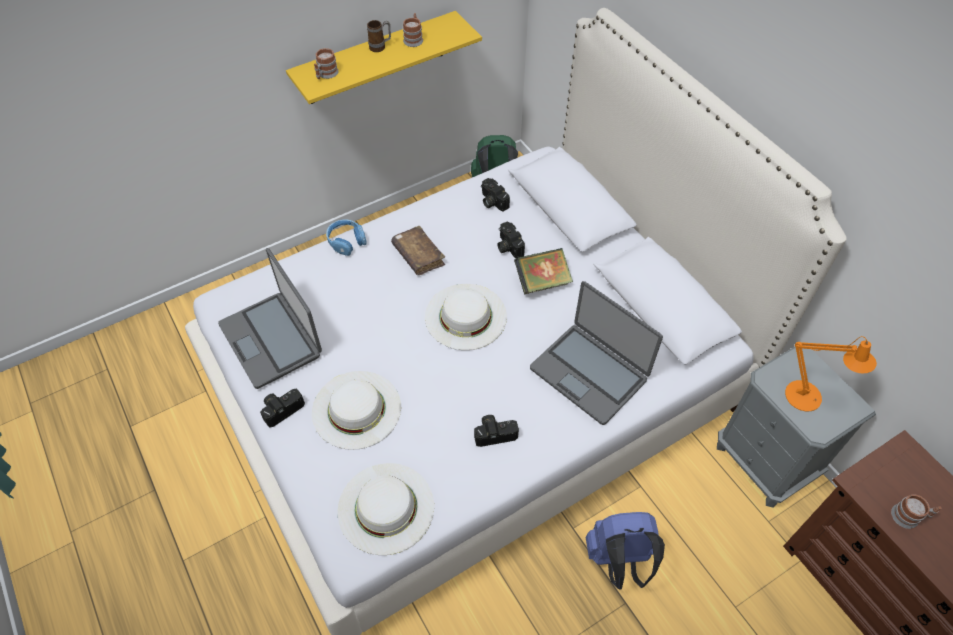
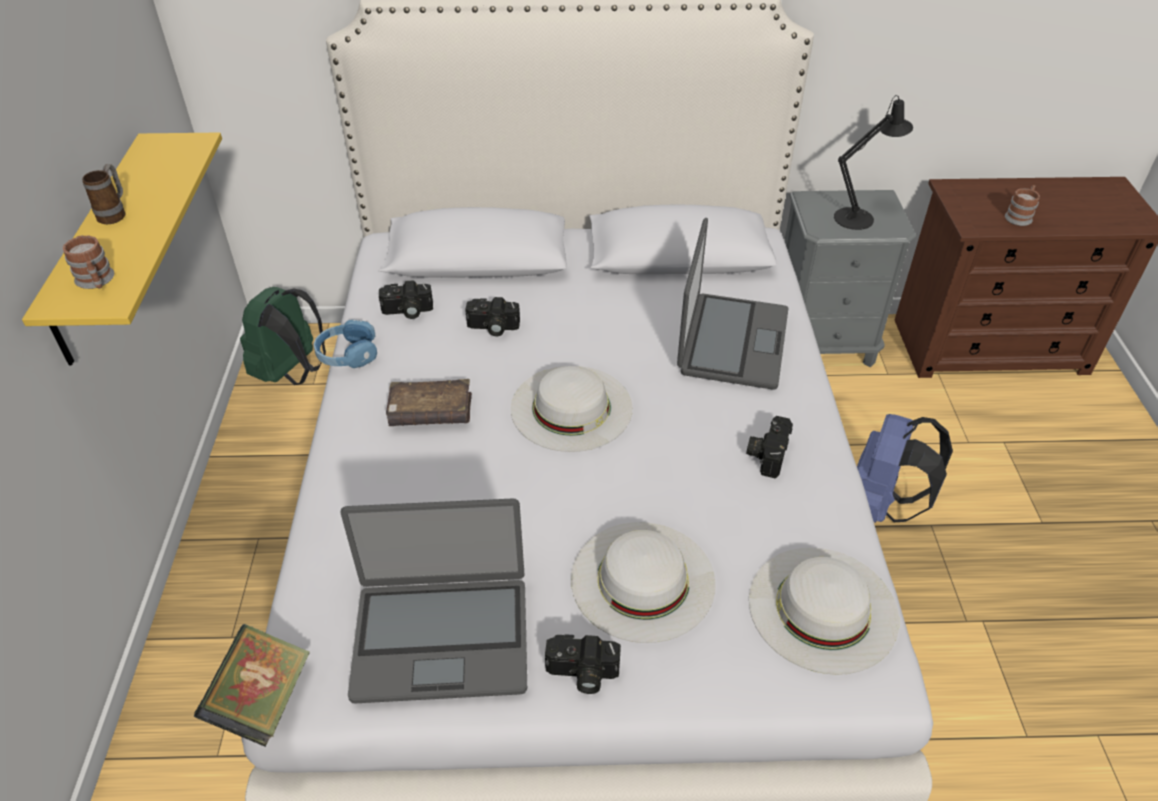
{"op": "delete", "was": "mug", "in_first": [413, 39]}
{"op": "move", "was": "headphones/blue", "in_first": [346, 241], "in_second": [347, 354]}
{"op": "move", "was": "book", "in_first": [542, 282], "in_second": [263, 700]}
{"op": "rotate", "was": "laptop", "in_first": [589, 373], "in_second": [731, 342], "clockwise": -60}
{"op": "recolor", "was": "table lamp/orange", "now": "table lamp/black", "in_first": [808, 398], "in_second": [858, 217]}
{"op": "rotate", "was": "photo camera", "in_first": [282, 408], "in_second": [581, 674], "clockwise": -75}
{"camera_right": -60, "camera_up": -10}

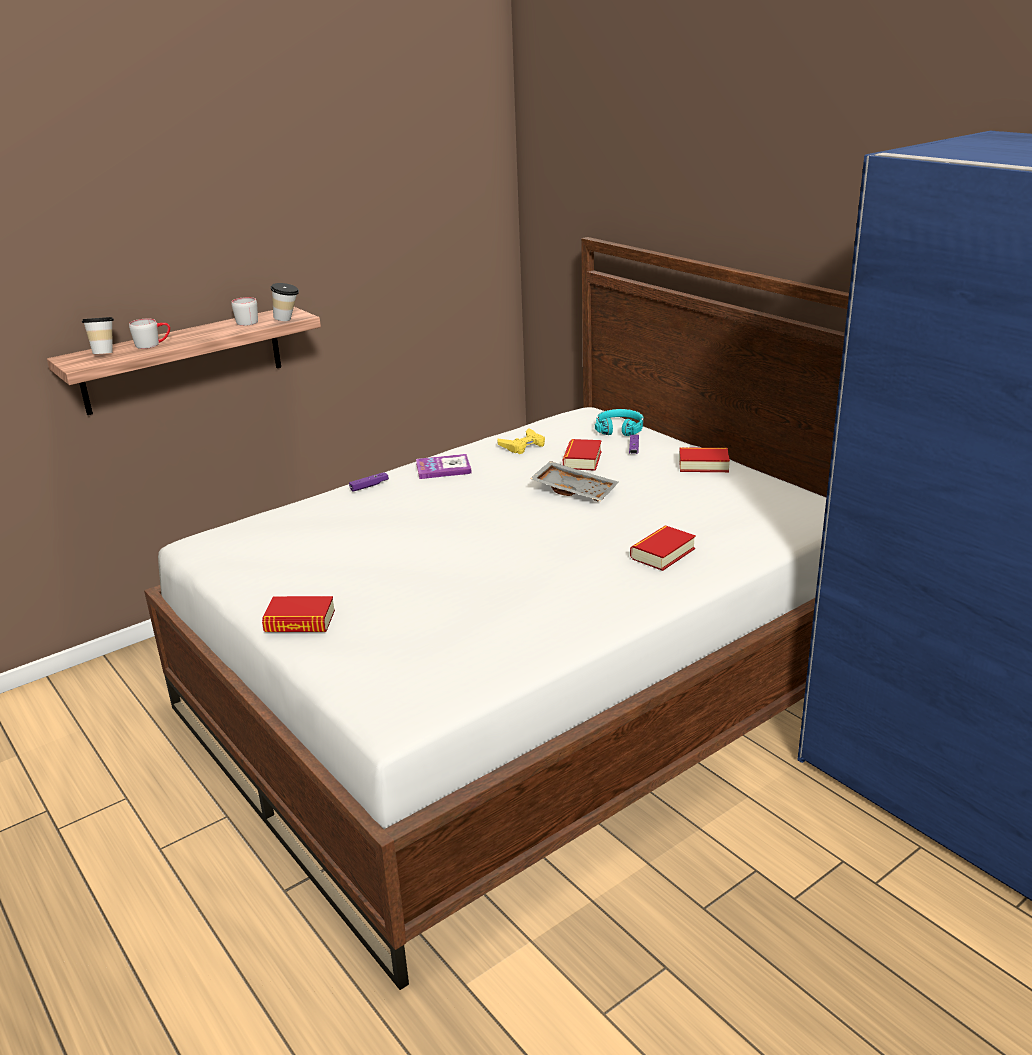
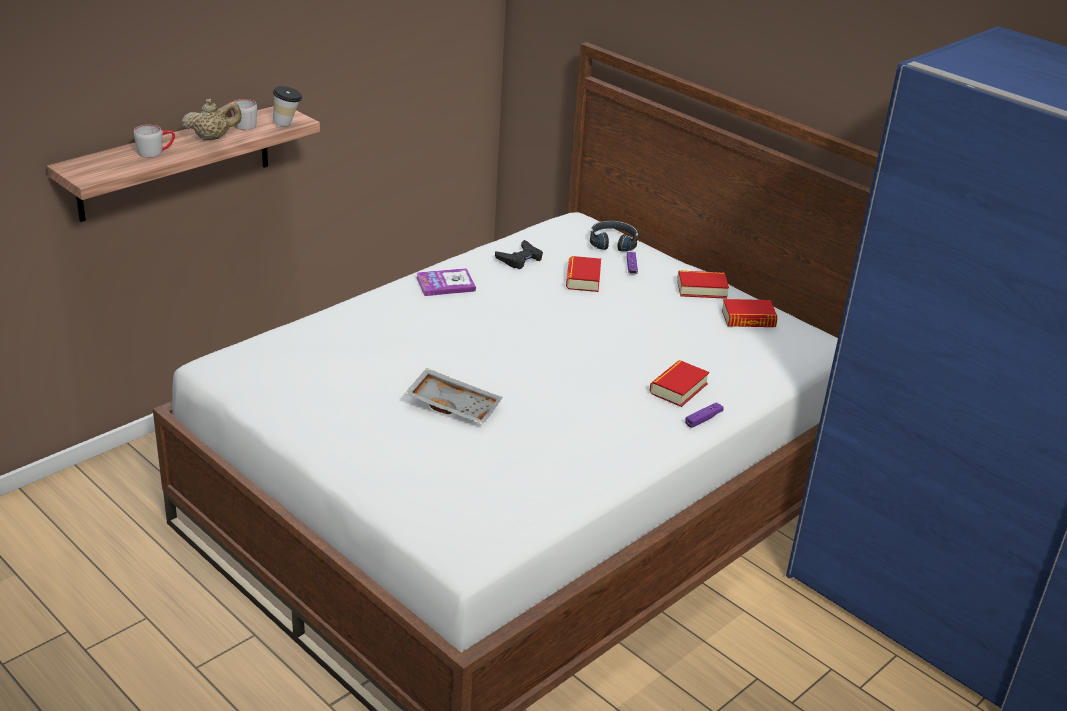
{"op": "delete", "was": "cup", "in_first": [104, 353]}
{"op": "recolor", "was": "headphones/turquoise", "now": "headphones/black", "in_first": [619, 429], "in_second": [613, 242]}
{"op": "recolor", "was": "game controller/yellow", "now": "game controller/black", "in_first": [523, 446], "in_second": [520, 259]}
{"op": "move", "was": "tray/grey", "in_first": [575, 490], "in_second": [454, 405]}
{"op": "move", "was": "game controller/purple", "in_first": [369, 486], "in_second": [703, 419]}
{"op": "move", "was": "book", "in_first": [300, 621], "in_second": [748, 319]}
{"op": "insert", "now": "teapot/beige", "in_second": [213, 138]}
{"camera_right": -10, "camera_up": 5}

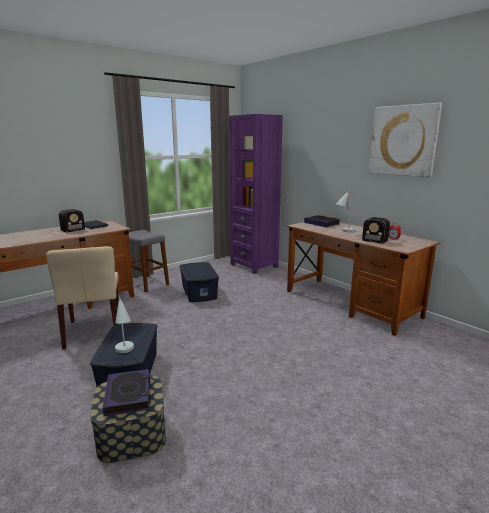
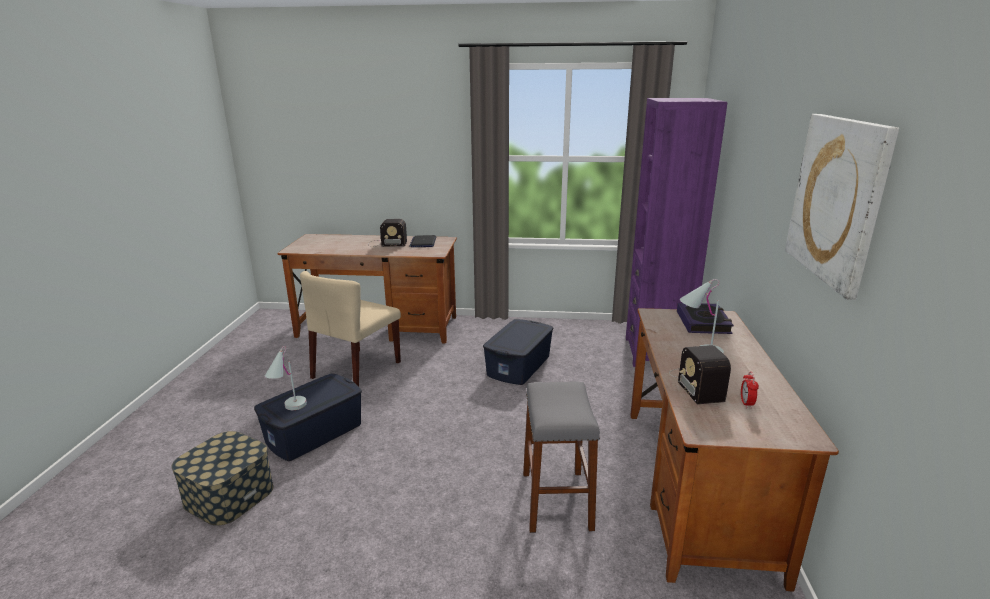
{"op": "move", "was": "stool/grey", "in_first": [147, 283], "in_second": [556, 500]}
{"op": "delete", "was": "book", "in_first": [128, 395]}
{"camera_right": 45, "camera_up": 5}

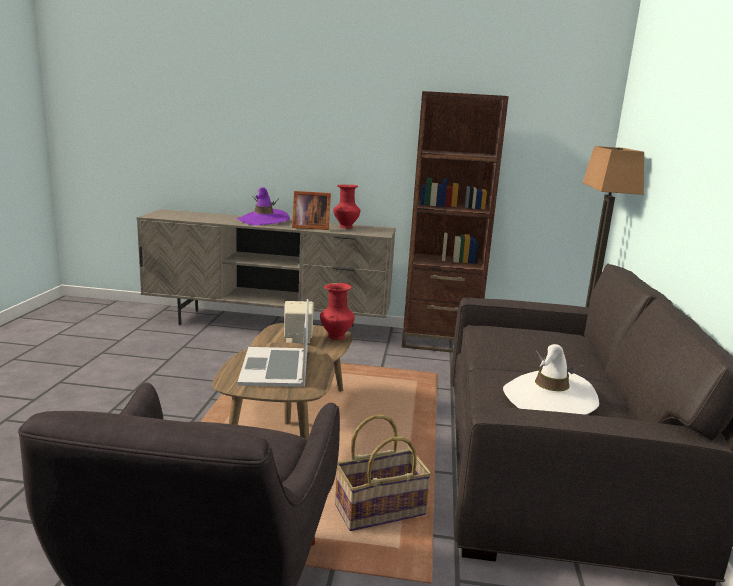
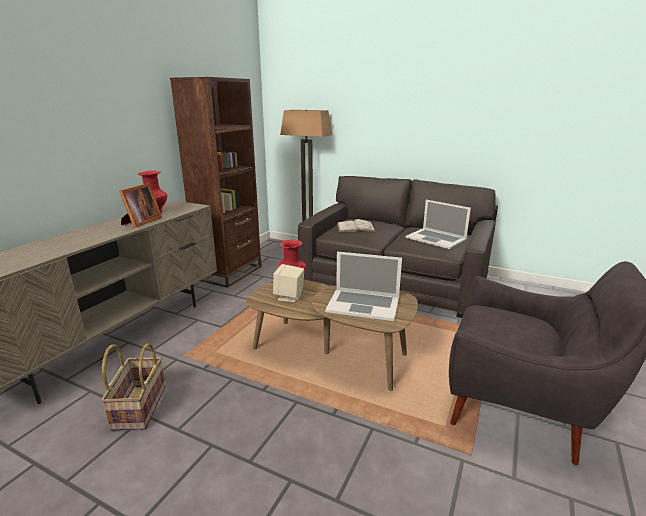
{"op": "delete", "was": "hat/purple", "in_first": [263, 221]}
{"op": "replace", "was": "hat/white", "now": "laptop", "in_first": [549, 398], "in_second": [436, 238]}
{"op": "move", "was": "basket", "in_first": [380, 509], "in_second": [139, 407]}
{"op": "insert", "now": "book/white", "in_second": [355, 227]}
{"camera_right": -70, "camera_up": 5}

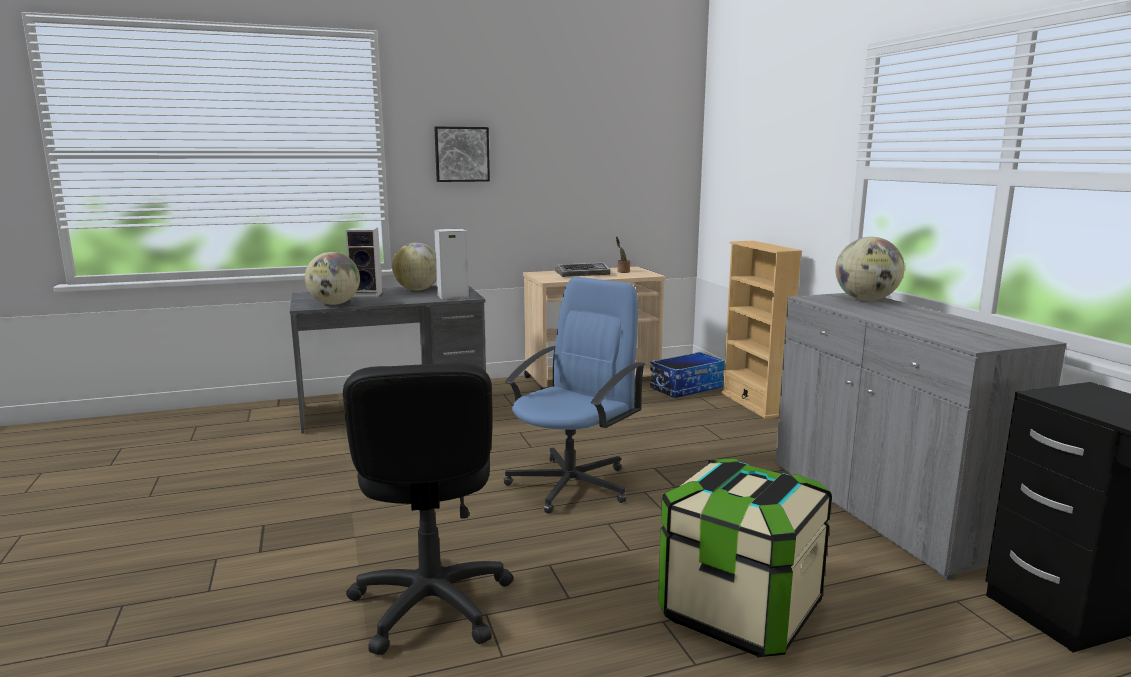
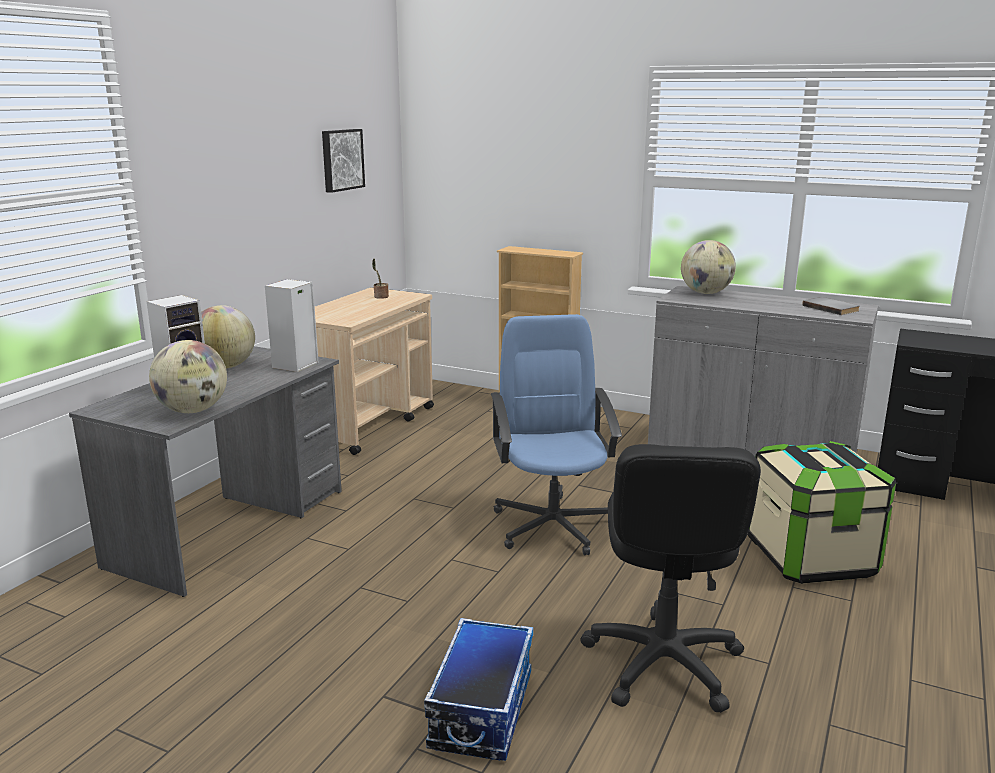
{"op": "move", "was": "picture", "in_first": [461, 154], "in_second": [341, 160]}
{"op": "delete", "was": "keyboard", "in_first": [583, 274]}
{"op": "move", "was": "storage box", "in_first": [686, 388], "in_second": [480, 709]}
{"op": "rotate", "was": "office chair/black", "in_first": [430, 605], "in_second": [662, 663], "clockwise": 60}
{"op": "insert", "now": "book/grey", "in_second": [832, 308]}
{"camera_right": -45, "camera_up": 5}

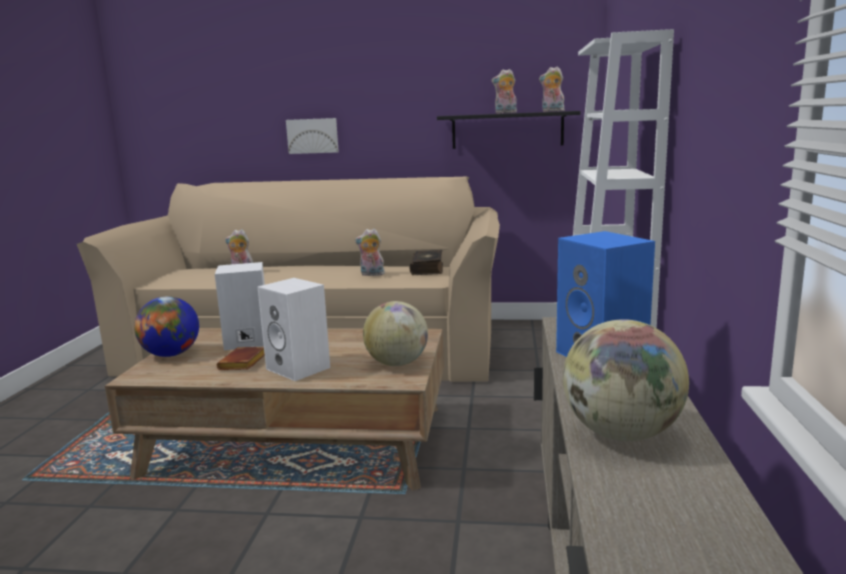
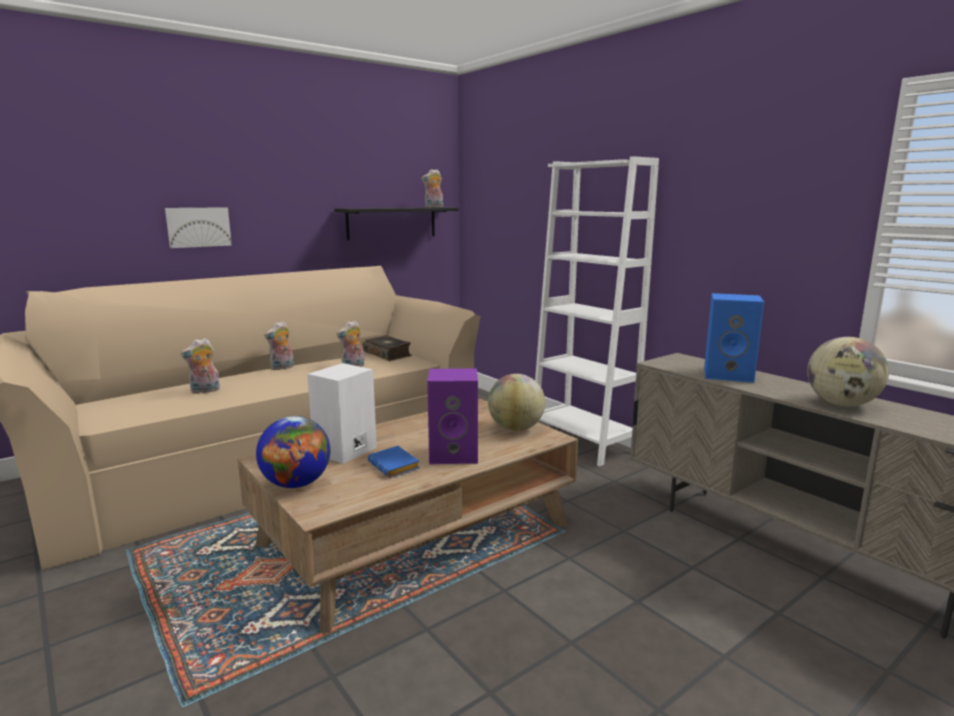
{"op": "move", "was": "plush toy", "in_first": [505, 113], "in_second": [282, 368]}
{"op": "recolor", "was": "speaker/white", "now": "speaker/purple", "in_first": [300, 368], "in_second": [455, 454]}
{"op": "recolor", "was": "book/brown", "now": "book/blue", "in_first": [243, 363], "in_second": [395, 466]}
{"camera_right": -45, "camera_up": 0}

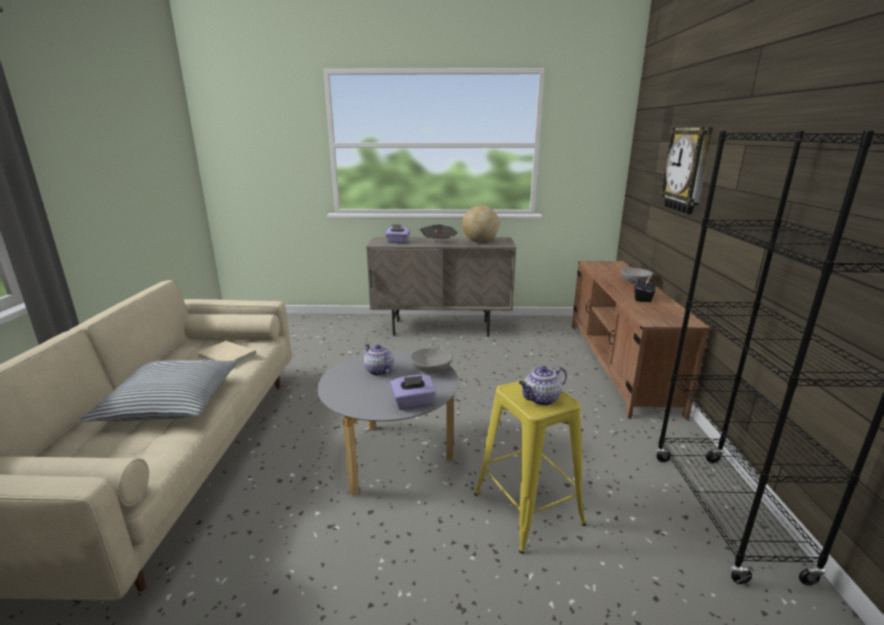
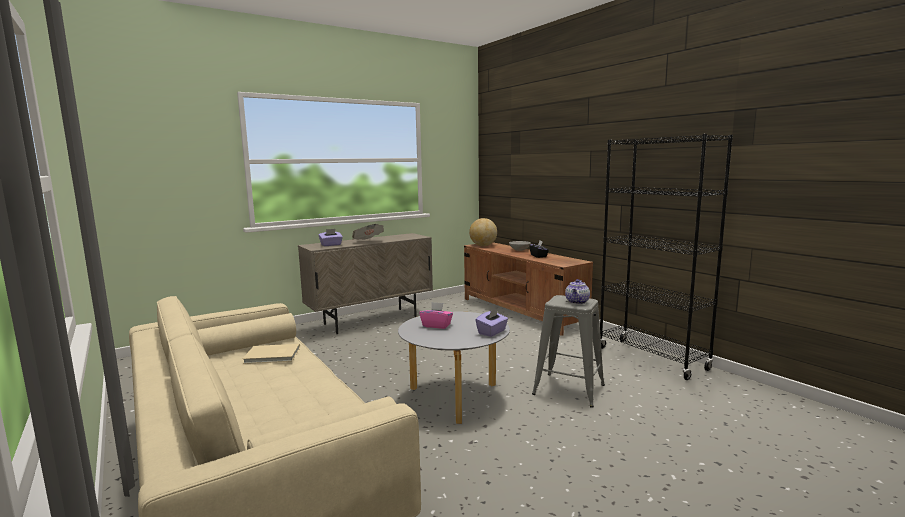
{"op": "delete", "was": "wall clock", "in_first": [687, 170]}
{"op": "move", "was": "globe", "in_first": [480, 242], "in_second": [483, 246]}
{"op": "replace", "was": "teapot", "now": "tissue box/pink", "in_first": [378, 370], "in_second": [436, 325]}
{"op": "delete", "was": "bowl/grey", "in_first": [431, 369]}
{"op": "delete", "was": "pillow", "in_first": [171, 402]}
{"op": "recolor", "was": "stool/yellow", "now": "stool/grey", "in_first": [527, 508], "in_second": [568, 389]}
{"camera_right": -35, "camera_up": -10}

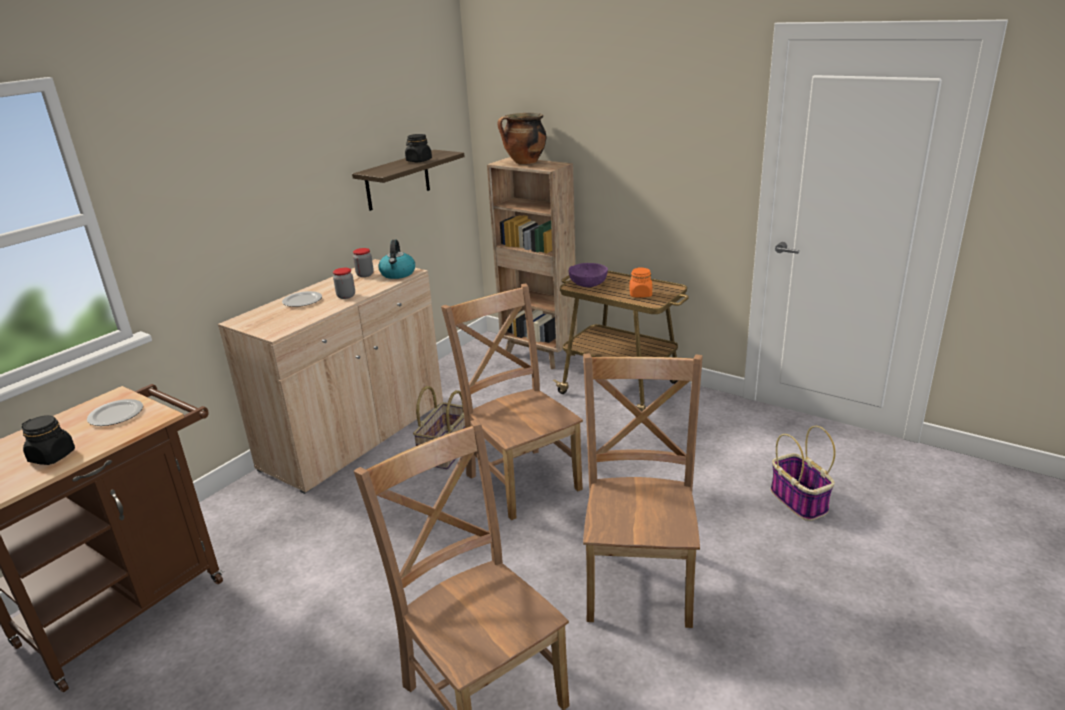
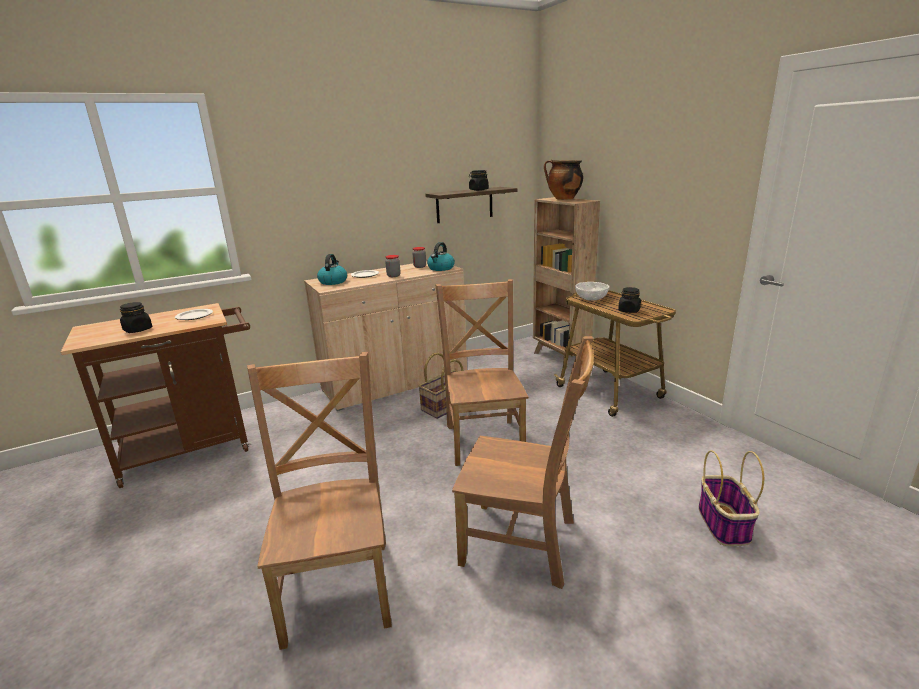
{"op": "recolor", "was": "bowl/purple", "now": "bowl/white", "in_first": [588, 284], "in_second": [591, 298]}
{"op": "recolor", "was": "jar/orange", "now": "jar/black", "in_first": [640, 294], "in_second": [629, 310]}
{"op": "rotate", "was": "chair/brown", "in_first": [640, 579], "in_second": [524, 543], "clockwise": 75}
{"op": "insert", "now": "kettle", "in_second": [333, 281]}
{"camera_right": 25, "camera_up": -5}

